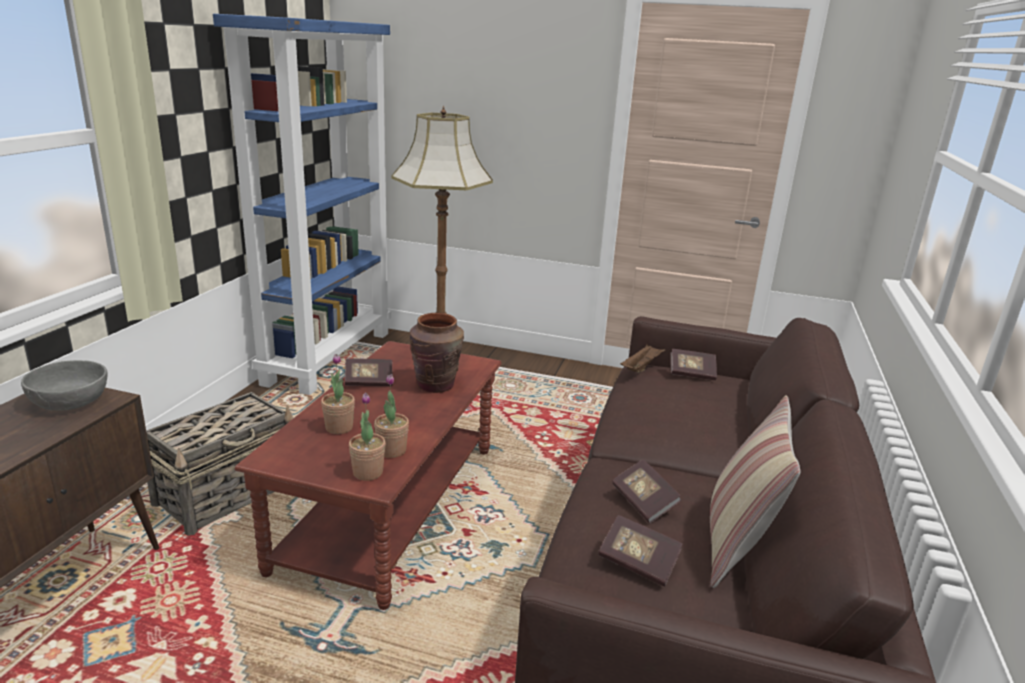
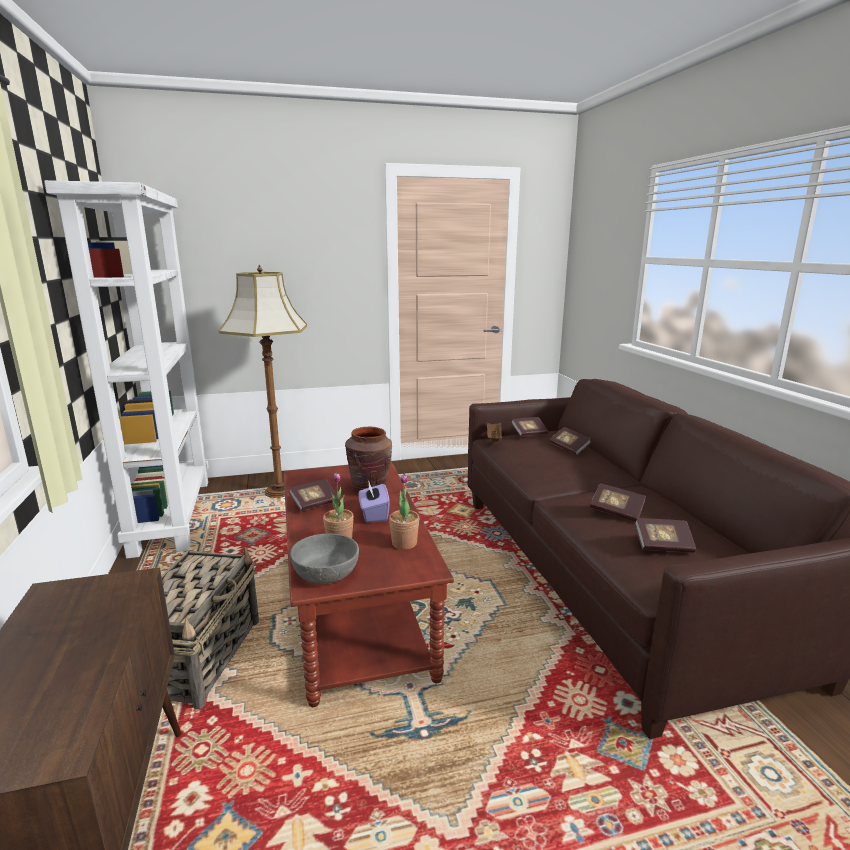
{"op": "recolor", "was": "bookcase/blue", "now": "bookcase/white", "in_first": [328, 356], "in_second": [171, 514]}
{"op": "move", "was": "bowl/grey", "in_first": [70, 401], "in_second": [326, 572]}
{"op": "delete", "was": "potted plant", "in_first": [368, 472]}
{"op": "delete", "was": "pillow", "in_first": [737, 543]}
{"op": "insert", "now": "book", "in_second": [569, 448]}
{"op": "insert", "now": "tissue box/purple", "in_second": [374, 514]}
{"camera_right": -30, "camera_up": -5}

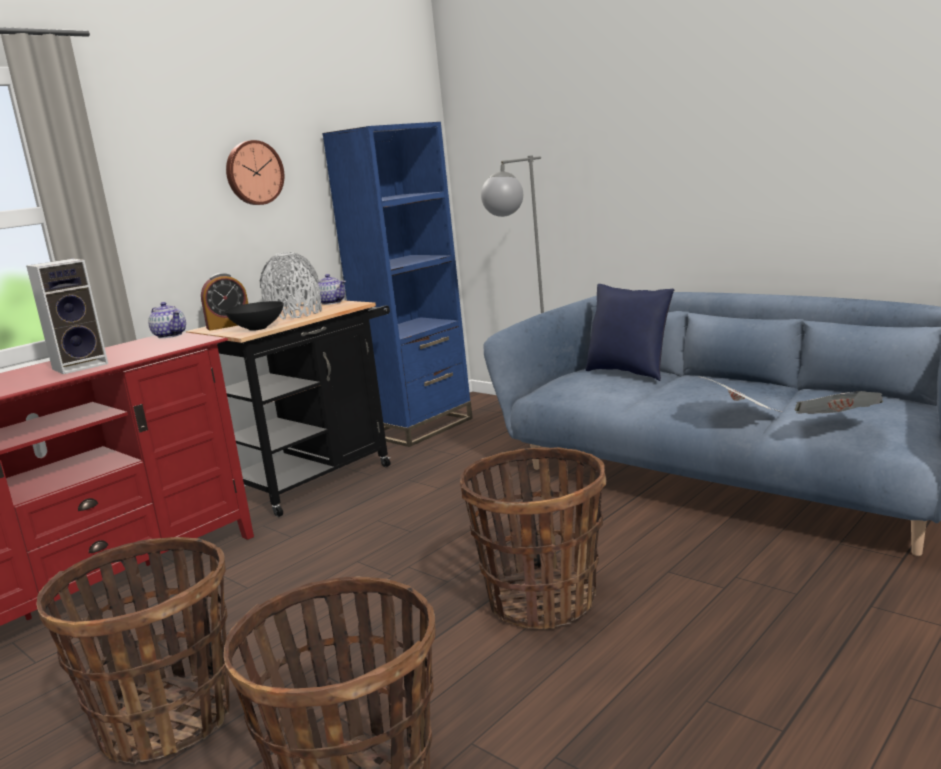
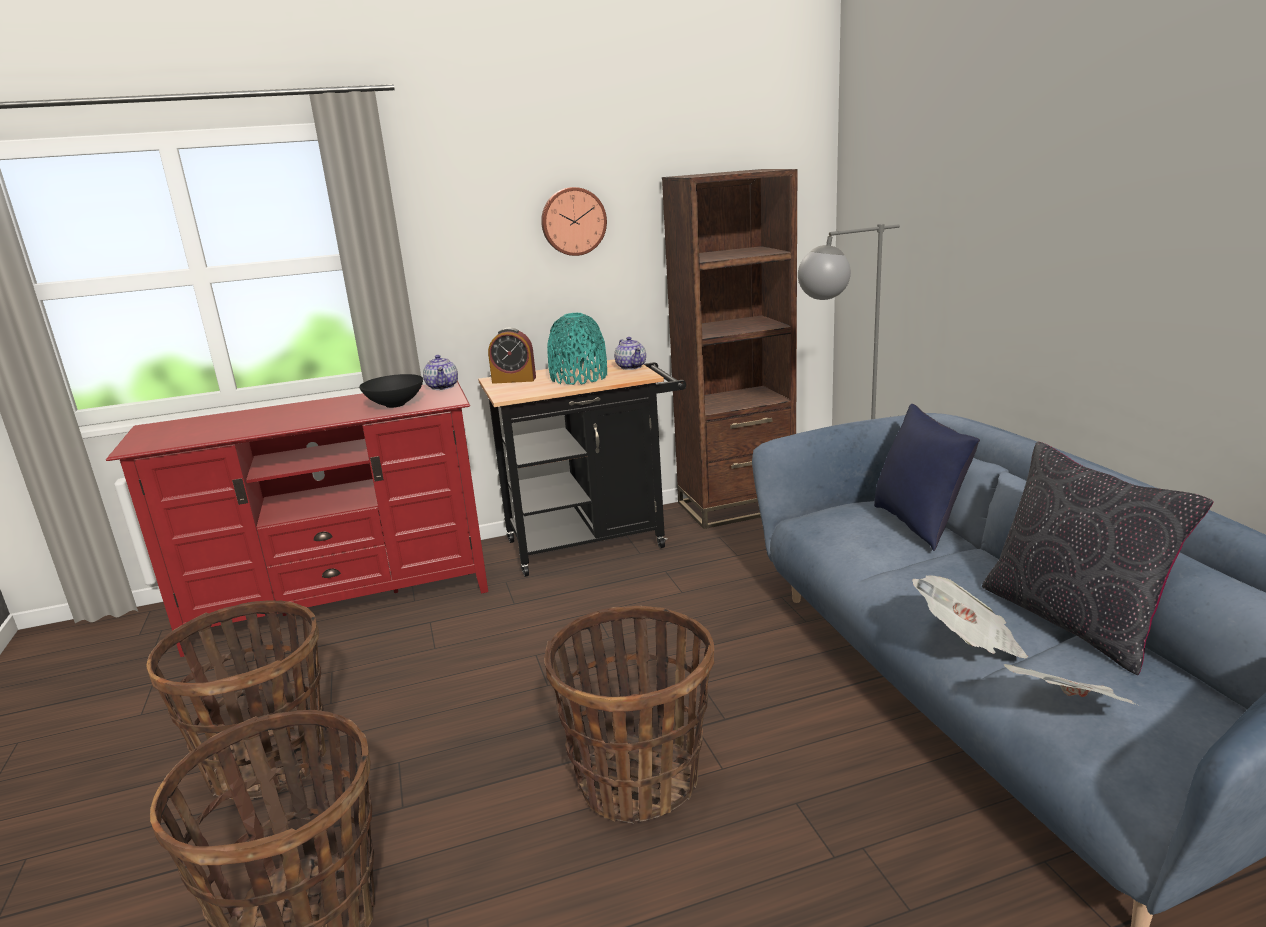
{"op": "recolor", "was": "bookcase/blue", "now": "bookcase/brown", "in_first": [420, 427], "in_second": [736, 506]}
{"op": "recolor", "was": "vase/grey", "now": "vase/turquoise", "in_first": [294, 314], "in_second": [579, 377]}
{"op": "delete", "was": "speaker", "in_first": [82, 366]}
{"op": "move", "was": "bowl/black", "in_first": [257, 328], "in_second": [394, 404]}
{"op": "insert", "now": "pillow/black", "in_second": [1073, 620]}
{"camera_right": 30, "camera_up": 5}

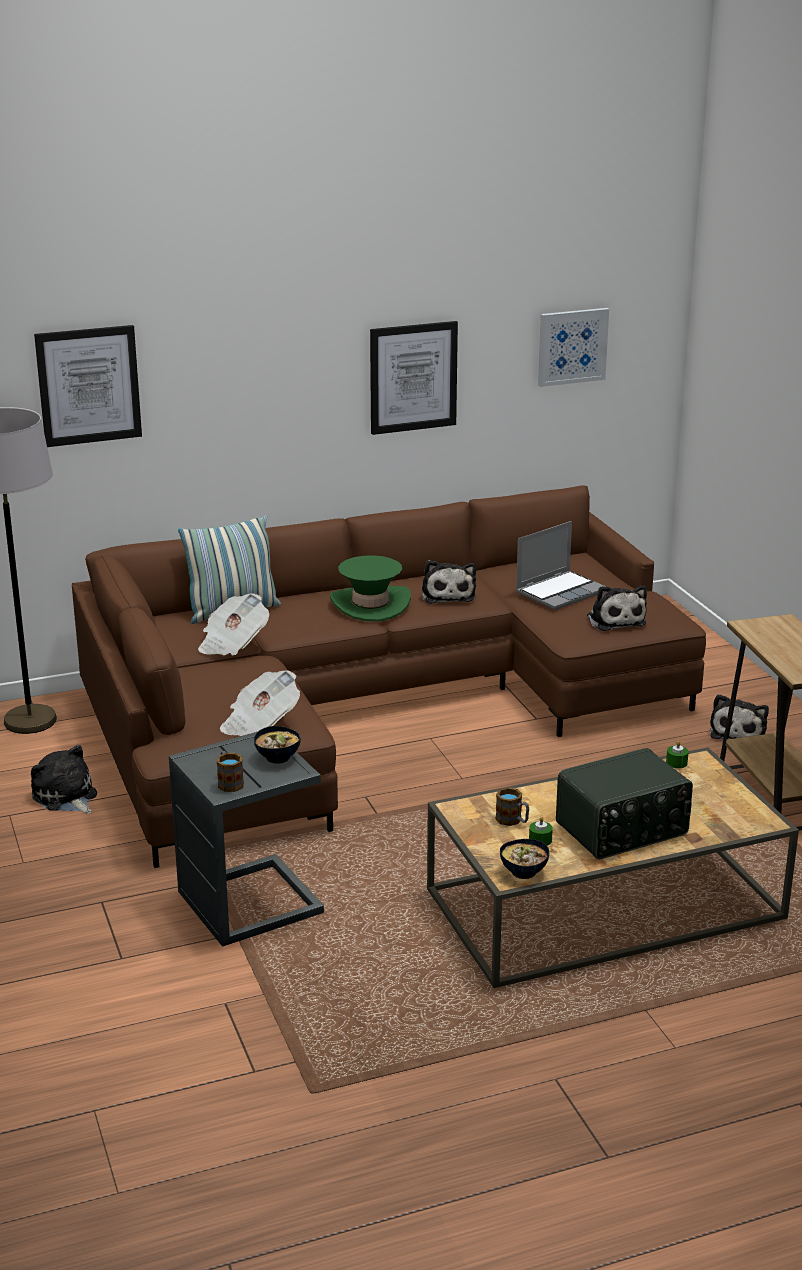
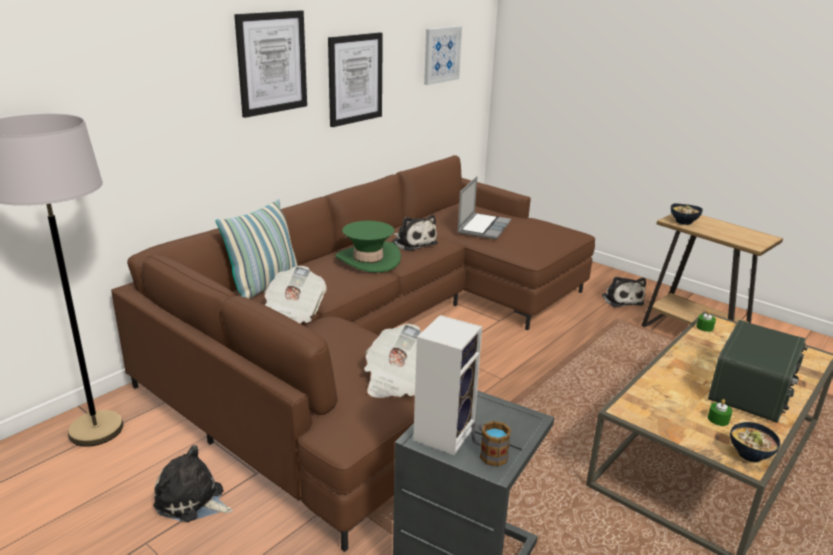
{"op": "move", "was": "picture", "in_first": [88, 385], "in_second": [272, 63]}
{"op": "delete", "was": "plush toy", "in_first": [615, 619]}
{"op": "move", "was": "bowl", "in_first": [277, 758], "in_second": [684, 222]}
{"op": "delete", "was": "mug", "in_first": [513, 821]}
{"op": "insert", "now": "speaker", "in_second": [444, 432]}
{"camera_right": -30, "camera_up": 0}

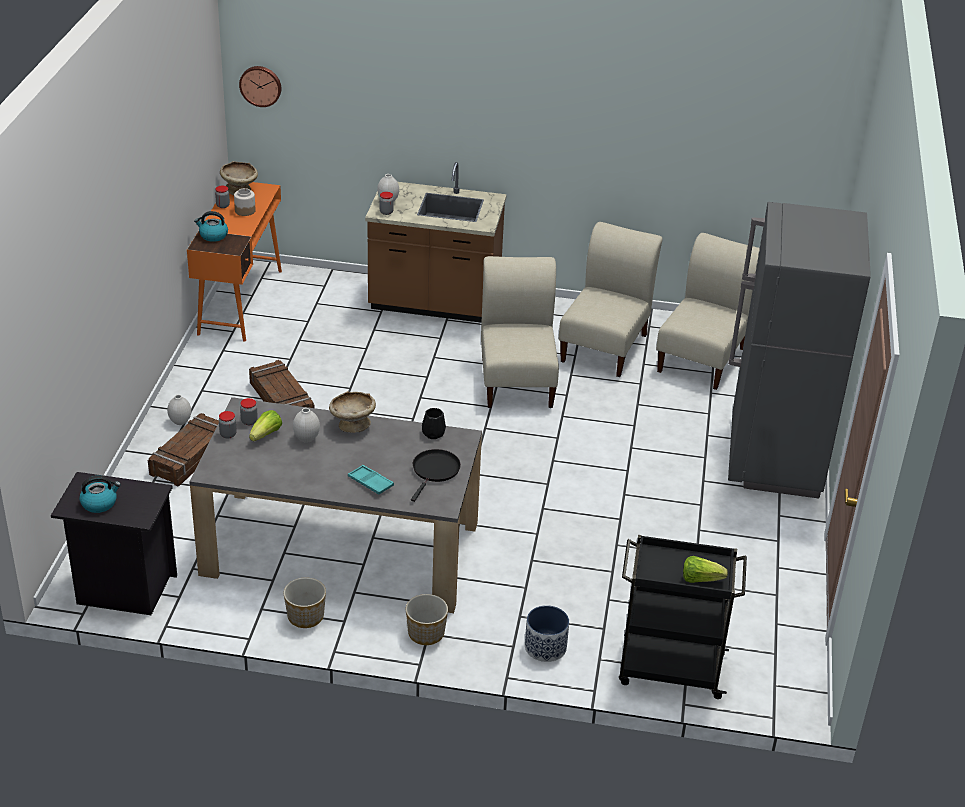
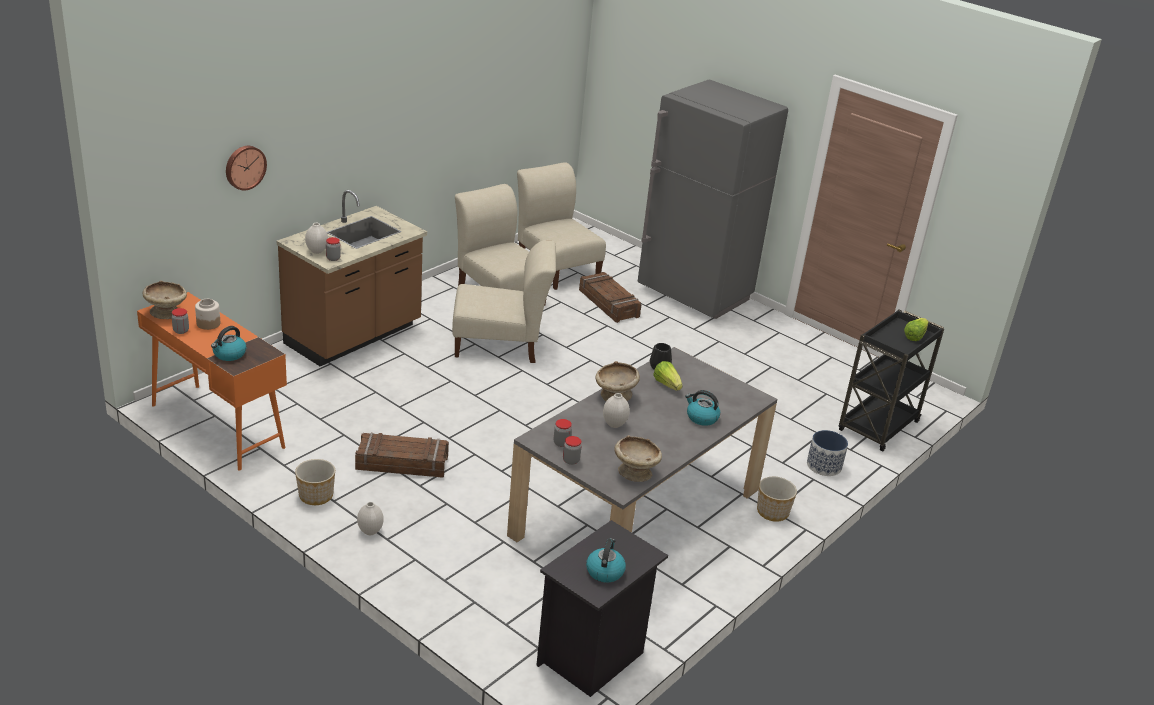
{"op": "move", "was": "wall clock", "in_first": [261, 85], "in_second": [244, 167]}
{"op": "rotate", "was": "chair/beige", "in_first": [517, 379], "in_second": [500, 345], "clockwise": 150}
{"op": "move", "was": "lettuce", "in_first": [266, 435], "in_second": [667, 384]}
{"op": "move", "was": "crate", "in_first": [191, 457], "in_second": [609, 303]}
{"op": "delete", "was": "frying pan/black", "in_first": [435, 471]}
{"op": "replace", "was": "tray/turquoise", "now": "kettle", "in_first": [370, 482], "in_second": [701, 418]}
{"op": "move", "was": "planter", "in_first": [305, 617], "in_second": [315, 496]}
{"op": "insert", "now": "bowl/beige", "in_second": [635, 472]}
{"camera_right": -60, "camera_up": -5}

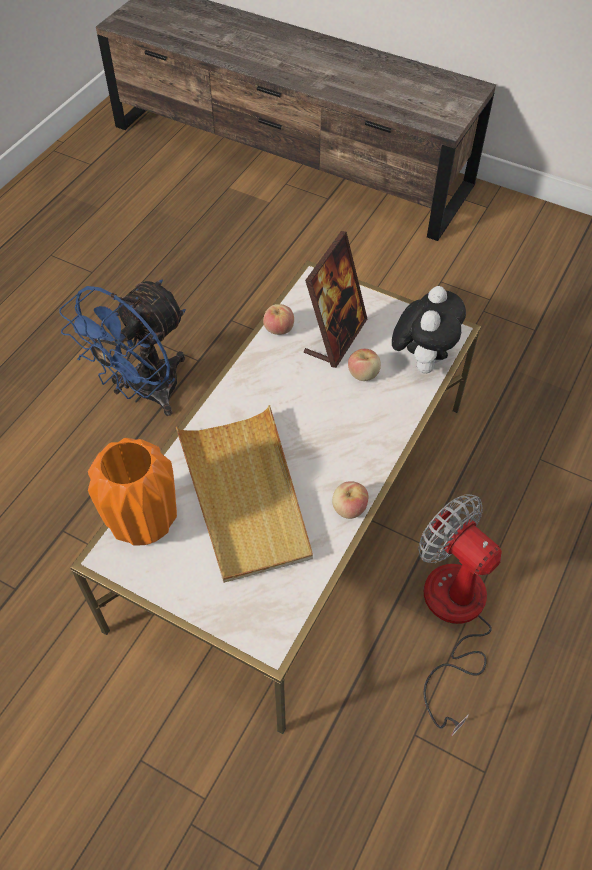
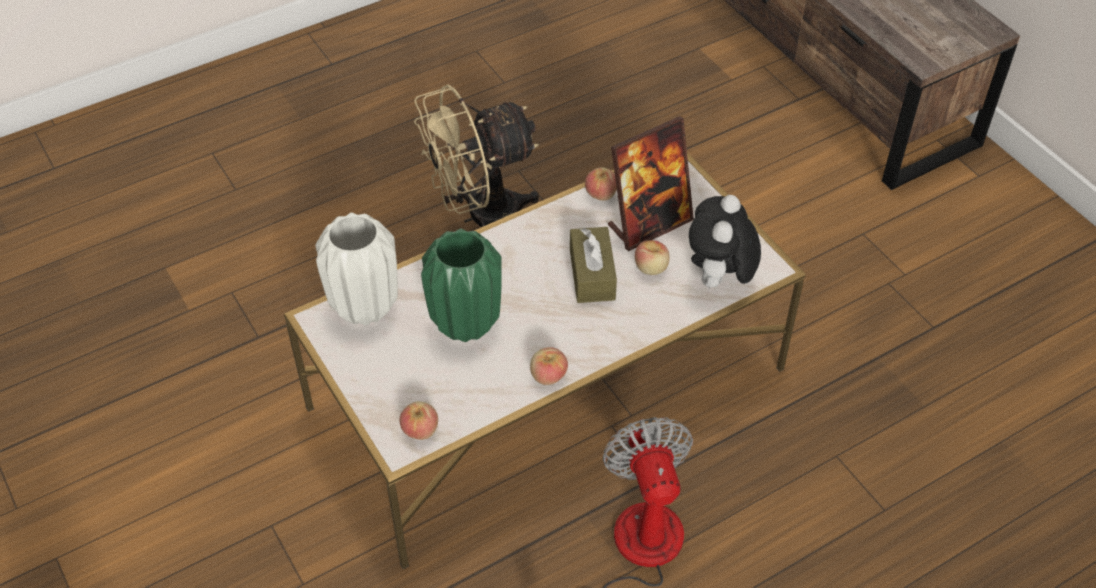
{"op": "recolor", "was": "fan/blue", "now": "fan/beige", "in_first": [145, 393], "in_second": [479, 217]}
{"op": "rotate", "was": "plush toy", "in_first": [422, 360], "in_second": [719, 280], "clockwise": 150}
{"op": "replace", "was": "tray/beige", "now": "vase/green", "in_first": [245, 495], "in_second": [464, 324]}
{"op": "recolor", "was": "vase/orange", "now": "vase/white", "in_first": [144, 524], "in_second": [364, 308]}
{"op": "insert", "now": "tissue box/brown", "in_second": [592, 274]}
{"op": "insert", "now": "apple", "in_second": [420, 430]}
{"camera_right": 30, "camera_up": -5}

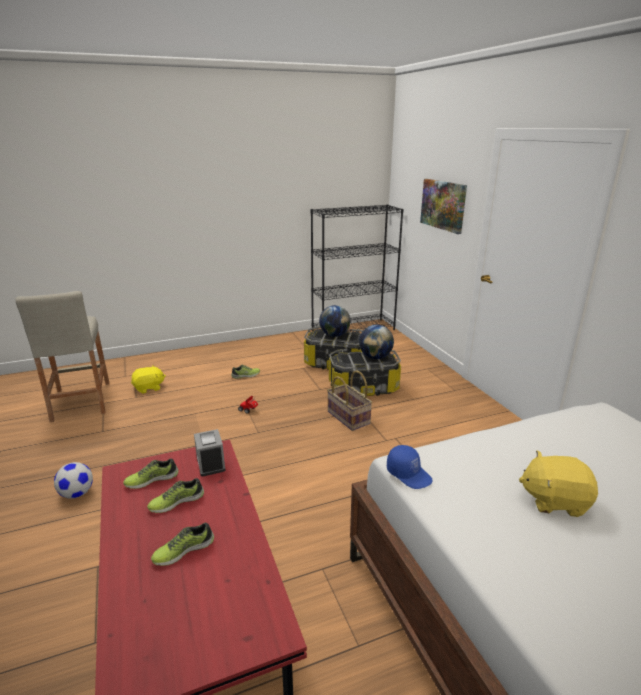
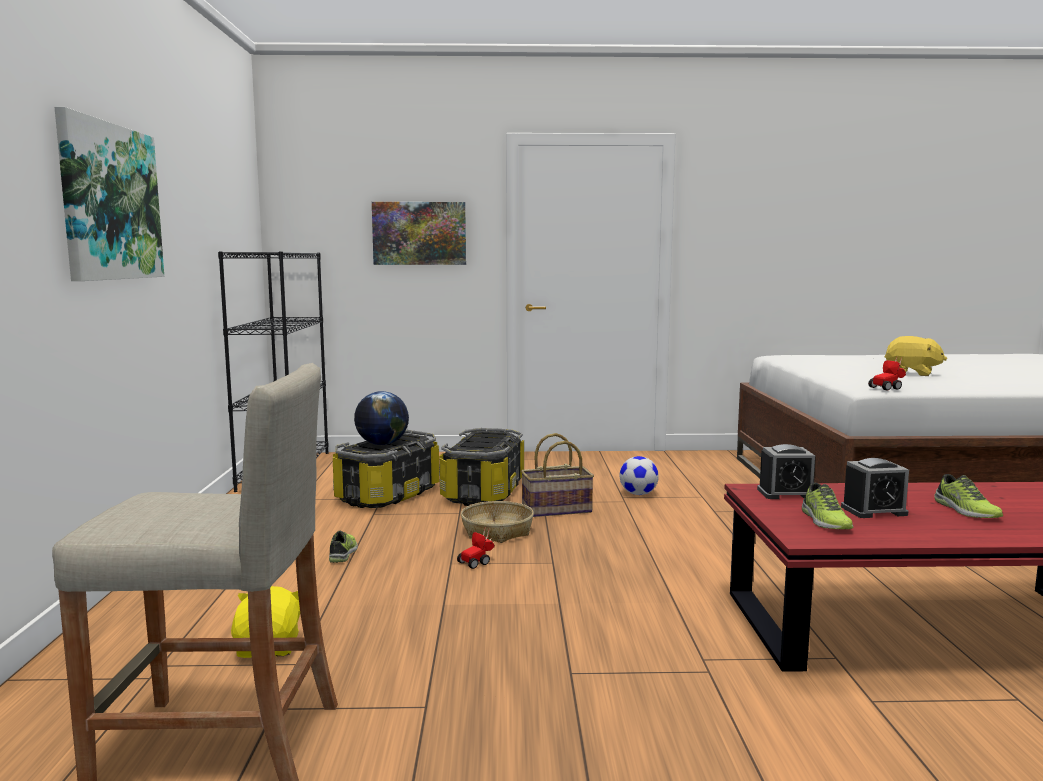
{"op": "delete", "was": "globe", "in_first": [375, 357]}
{"op": "replace", "was": "cap/blue", "now": "toy car", "in_first": [409, 474], "in_second": [888, 388]}
{"op": "rotate", "was": "plush toy/yellow", "in_first": [554, 500], "in_second": [912, 373], "clockwise": -90}
{"op": "move", "was": "football", "in_first": [77, 493], "in_second": [638, 494]}
{"op": "replace", "was": "shoe", "now": "alarm clock", "in_first": [176, 501], "in_second": [873, 510]}
{"op": "insert", "now": "picture", "in_second": [110, 202]}
{"op": "insert", "now": "basket", "in_second": [497, 531]}
{"camera_right": -70, "camera_up": -15}

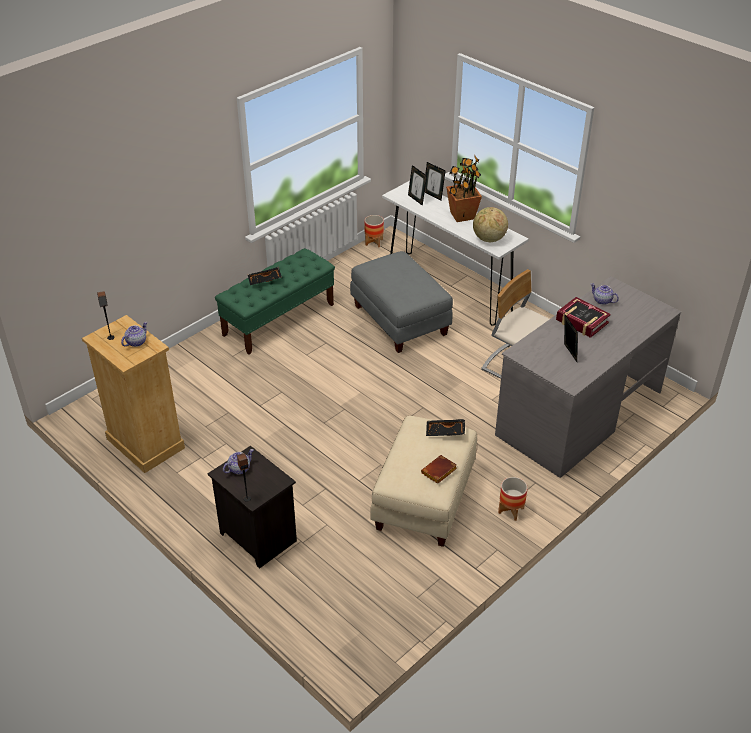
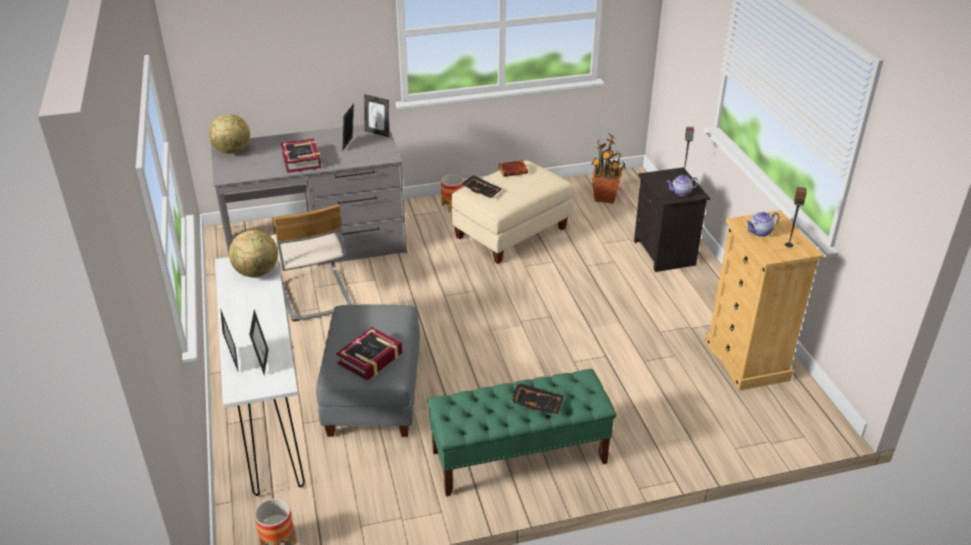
{"op": "move", "was": "potted plant", "in_first": [462, 215], "in_second": [605, 197]}
{"op": "delete", "was": "teapot", "in_first": [602, 301]}
{"op": "insert", "now": "picture frame", "in_second": [377, 133]}
{"op": "insert", "now": "globe", "in_second": [233, 151]}
{"op": "insert", "now": "book", "in_second": [370, 358]}
{"camera_right": -150, "camera_up": -5}

